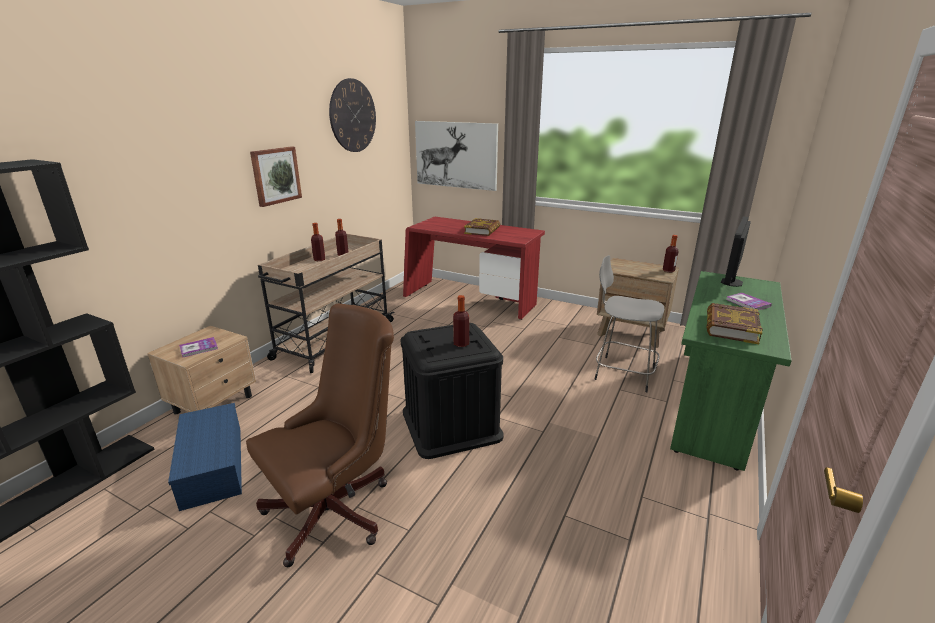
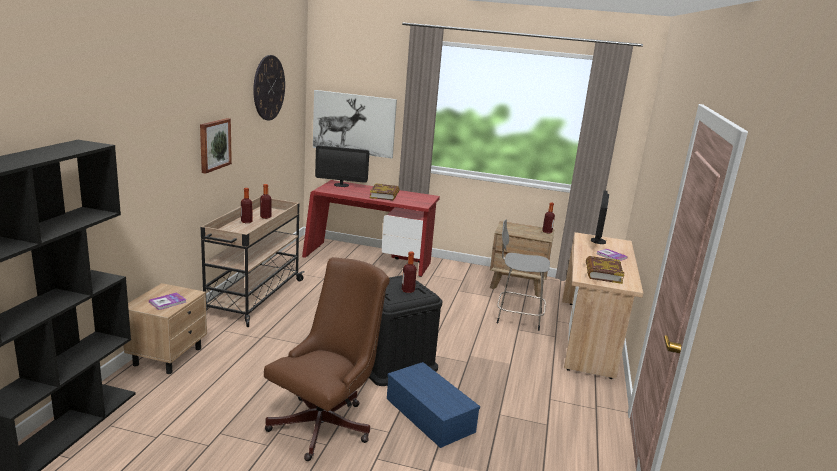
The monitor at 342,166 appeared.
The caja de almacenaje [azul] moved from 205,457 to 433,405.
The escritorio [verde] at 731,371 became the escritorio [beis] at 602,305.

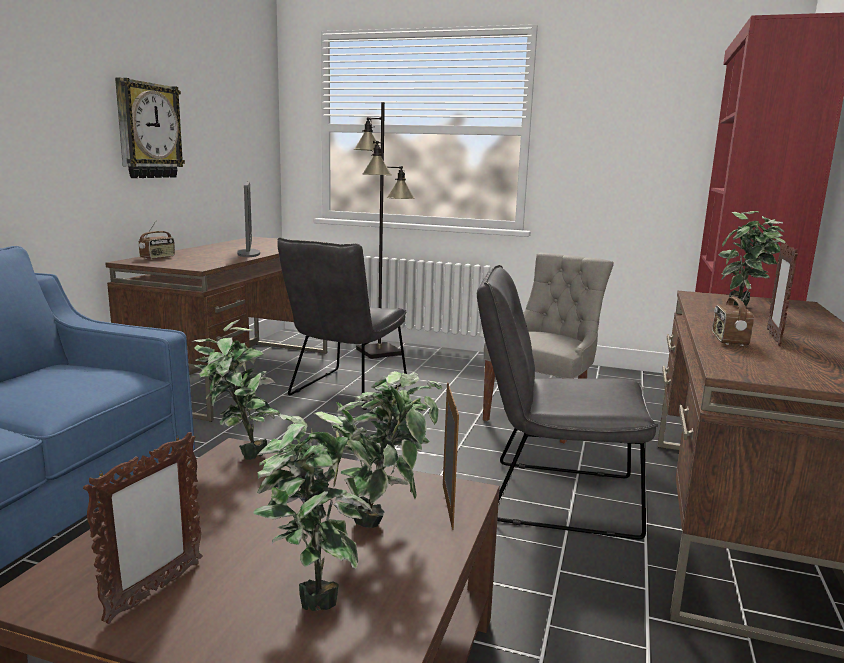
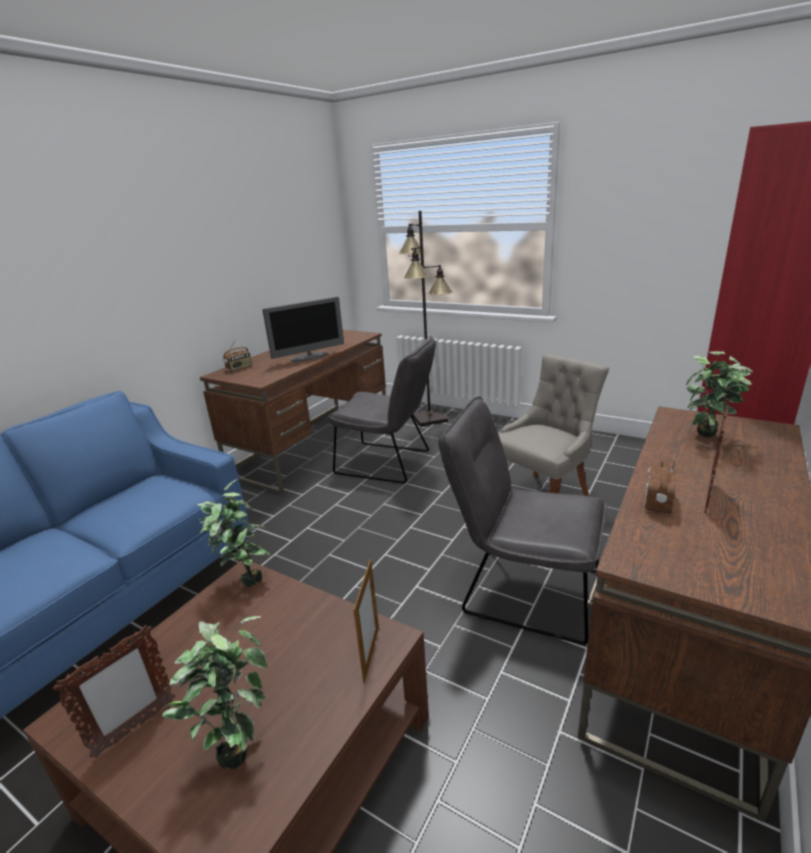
The reloj de pared at 150,127 disappeared.
The planta en maceta at 389,449 disappeared.
The monitor at 248,219 turned 60 degrees clockwise.
The silla [gris] at 342,323 turned 105 degrees counterclockwise.

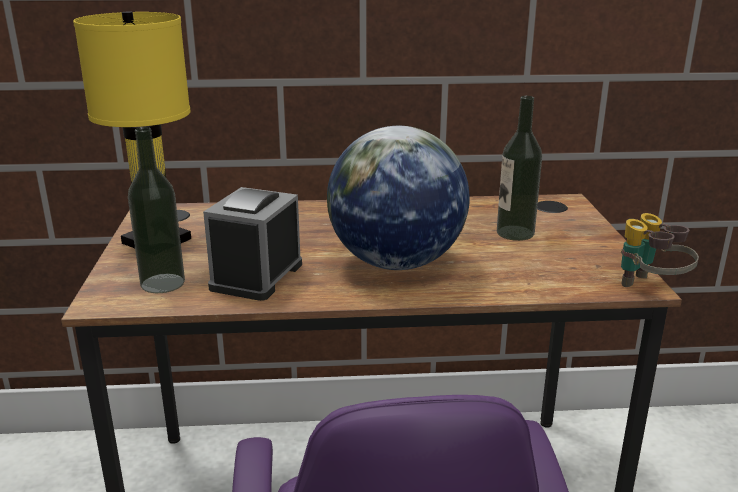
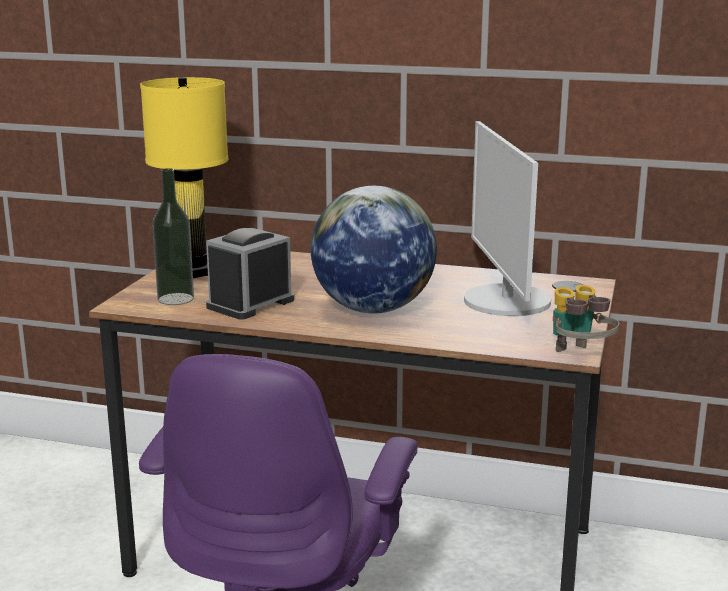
The botella at 519,168 was replaced by the monitor at 507,218.

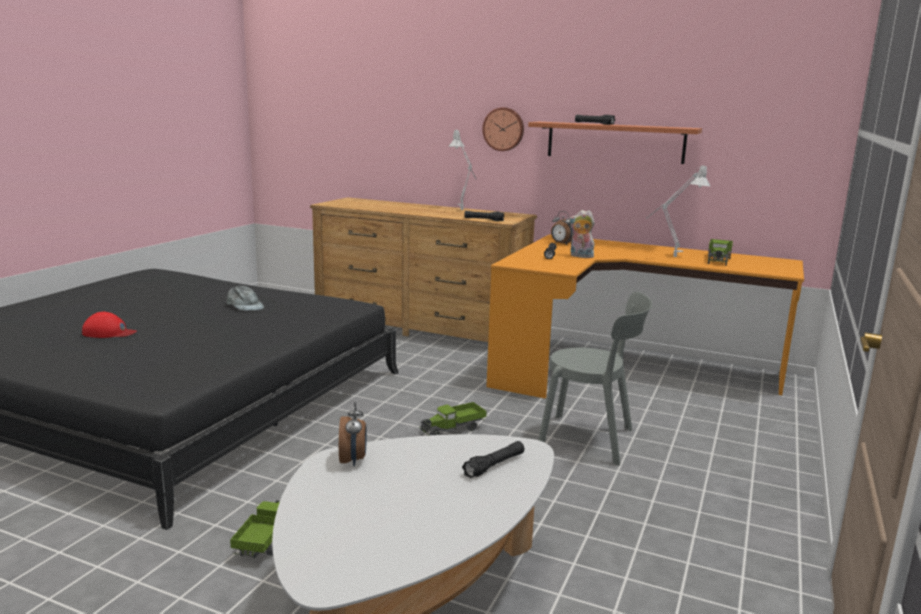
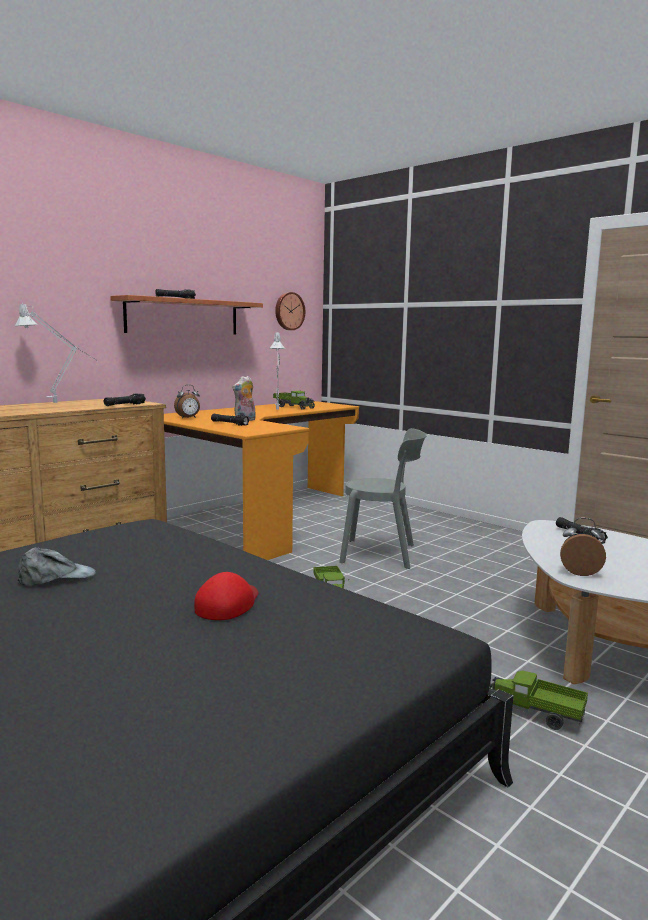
The gorra [rojo] moved from 109,325 to 226,596.
The reloj de pared moved from 503,129 to 290,311.
The silla [gris] at 595,379 turned 60 degrees clockwise.

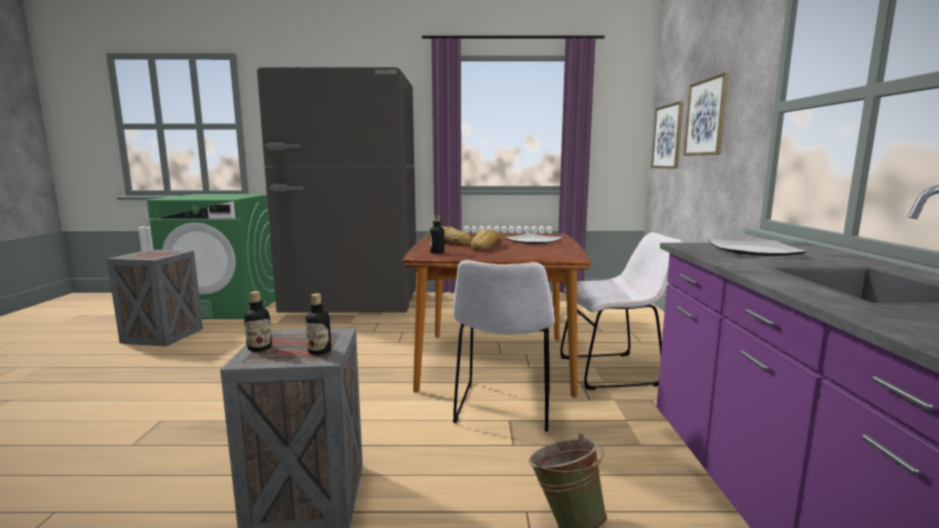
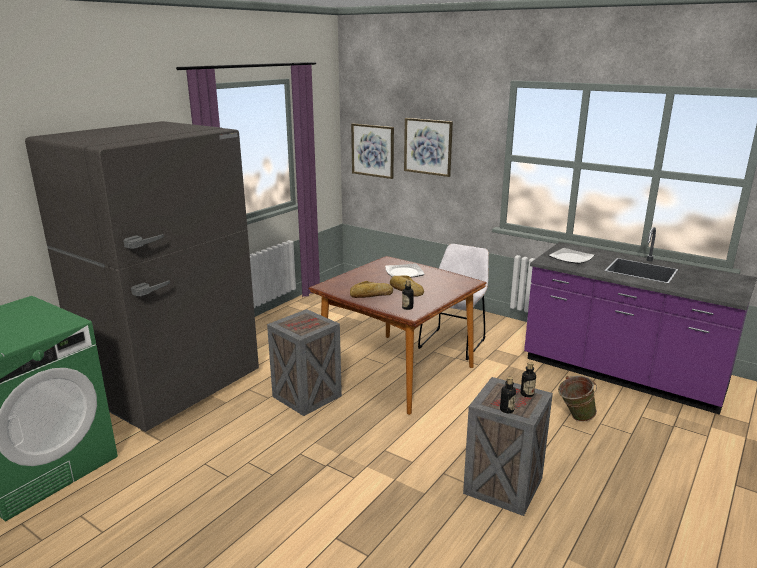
The silla [blanco] at 504,346 disappeared.
The caja de embalaje moved from 155,298 to 304,362.

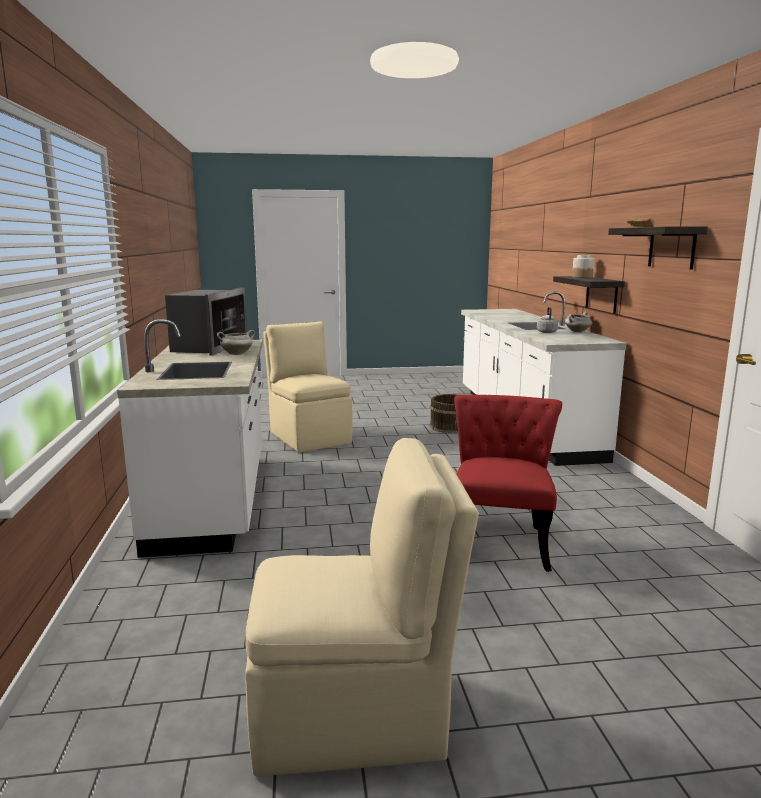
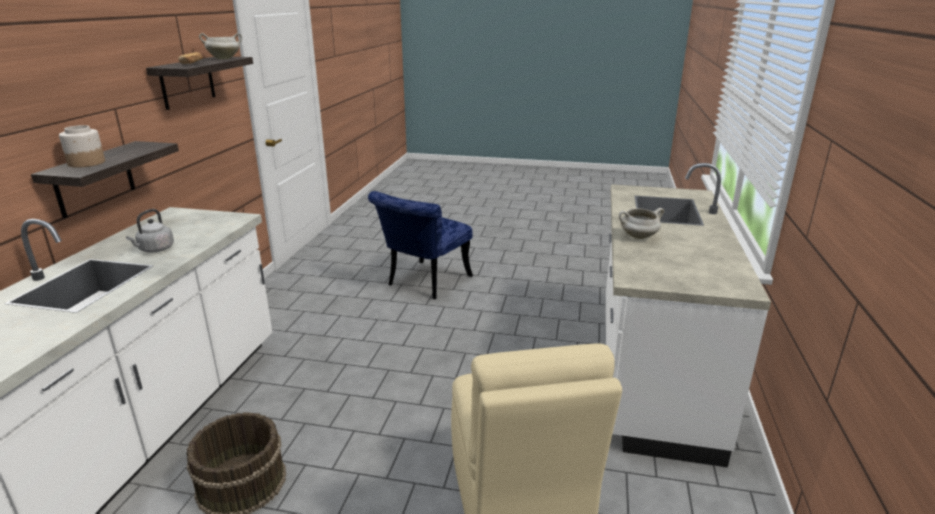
The microondas at 206,321 disappeared.
The silla [beis] at 362,607 disappeared.
The olla [blanco] moved from 578,322 to 220,46.
The silla [rojo] at 508,483 became the silla [azul] at 420,245.

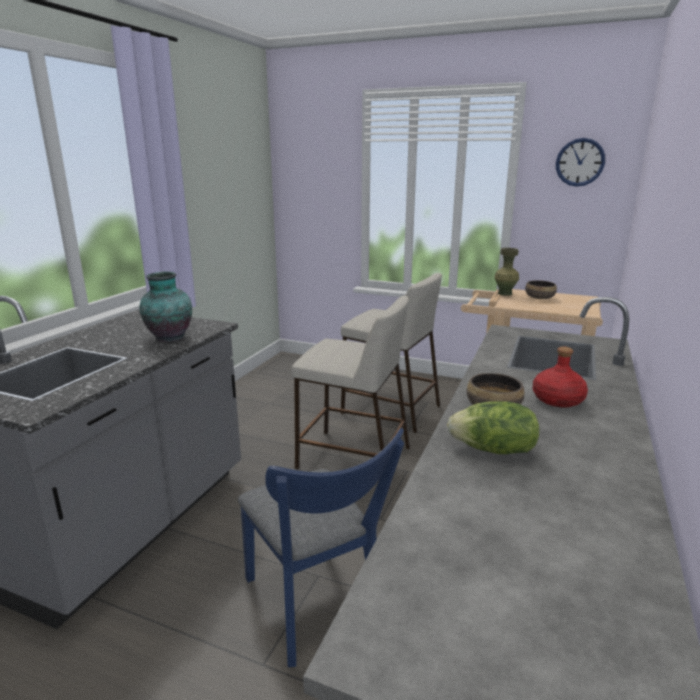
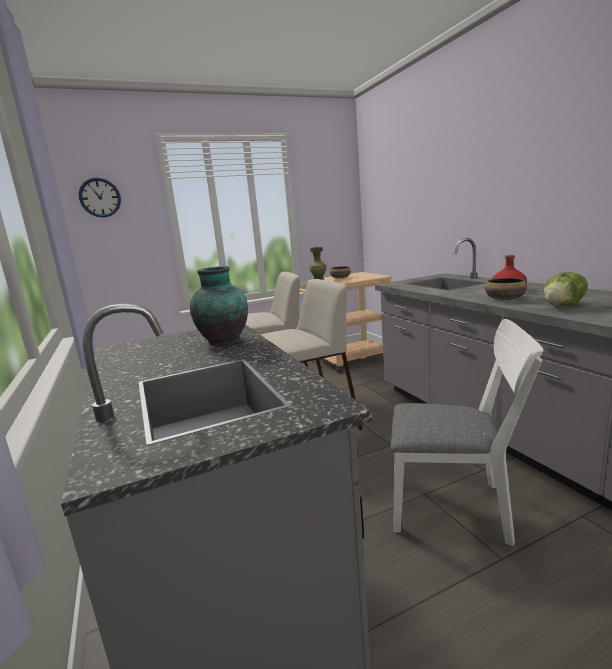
The reloj de pared moved from 580,162 to 100,198.
The silla [azul] at 321,547 became the silla [blanco] at 467,432.

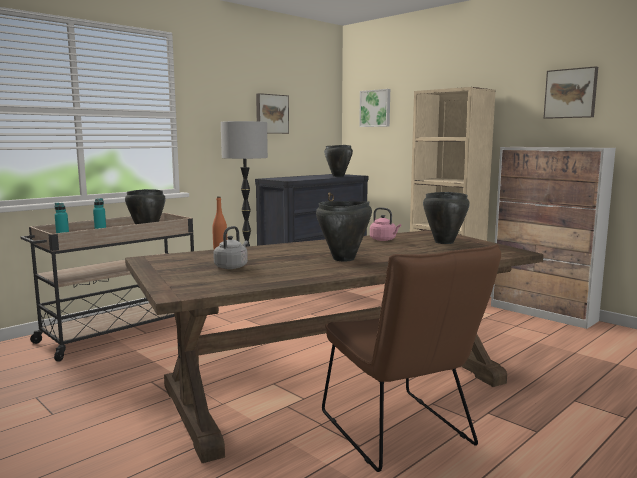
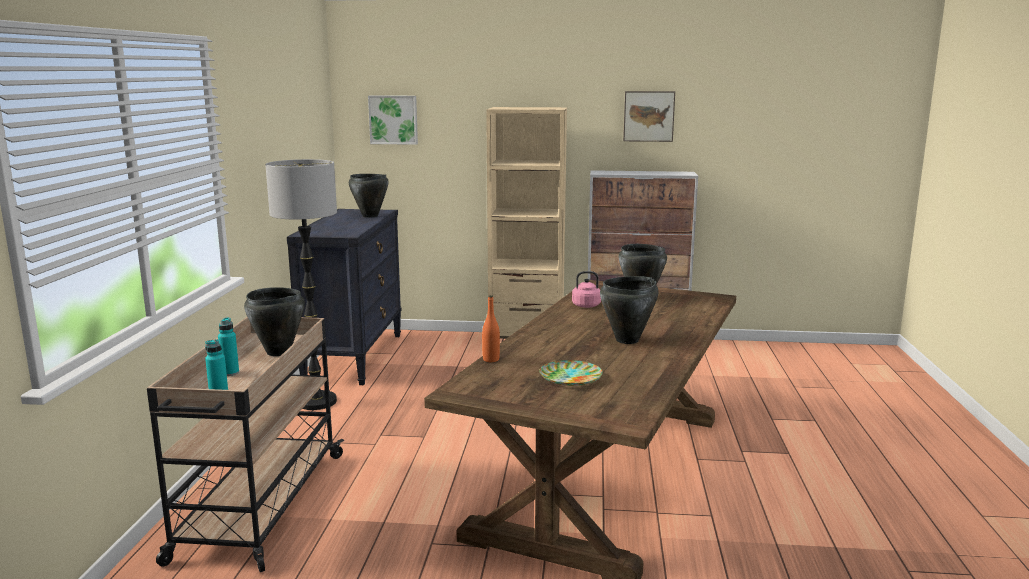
The cuadro at 272,113 disappeared.
The silla [marrón] at 411,358 disappeared.
The hervidor [gris] at 230,247 was replaced by the plato at 571,373.

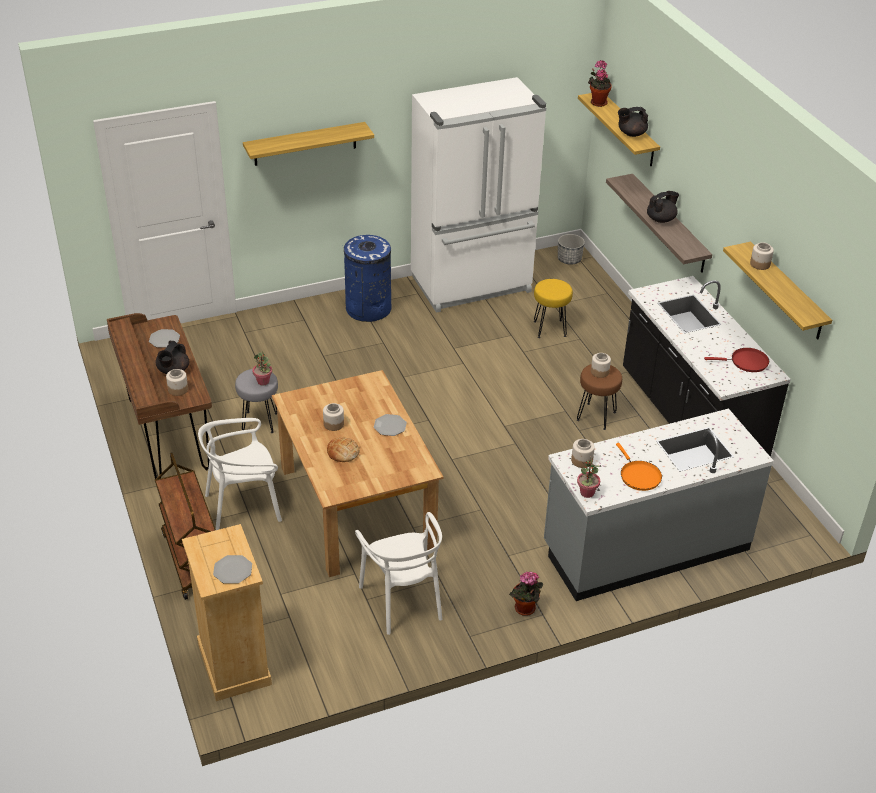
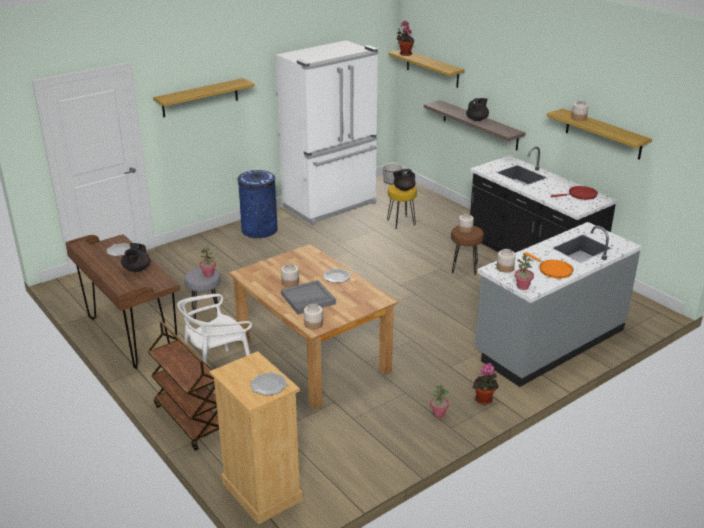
The silla [blanco] at 398,573 disappeared.
The planta en maceta at 440,401 appeared.
The tarro moved from 177,382 to 313,317.
The tetera [negro] moved from 633,122 to 404,180.
The pan at 343,449 was replaced by the bandeja [gris] at 308,297.

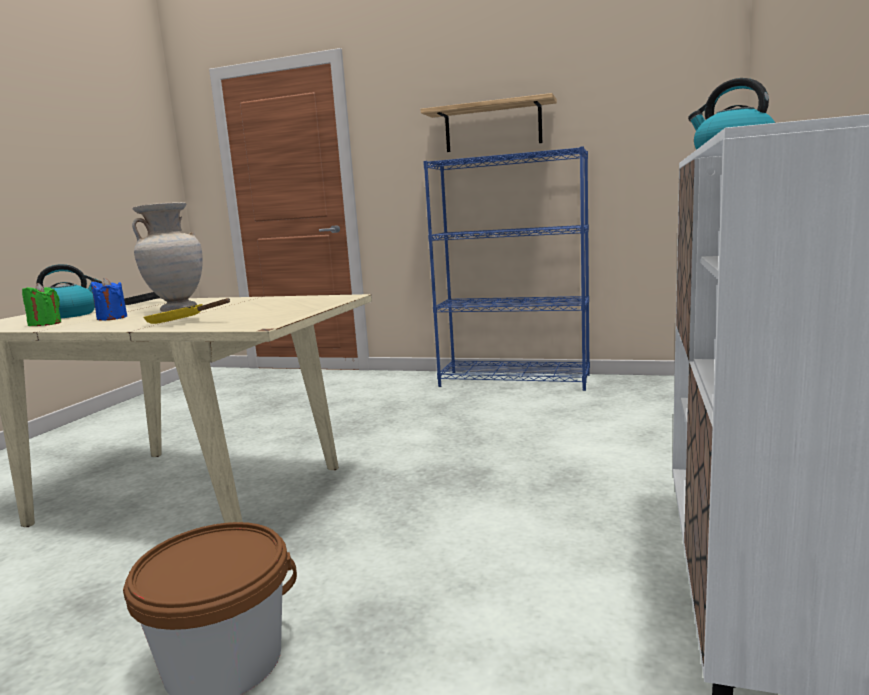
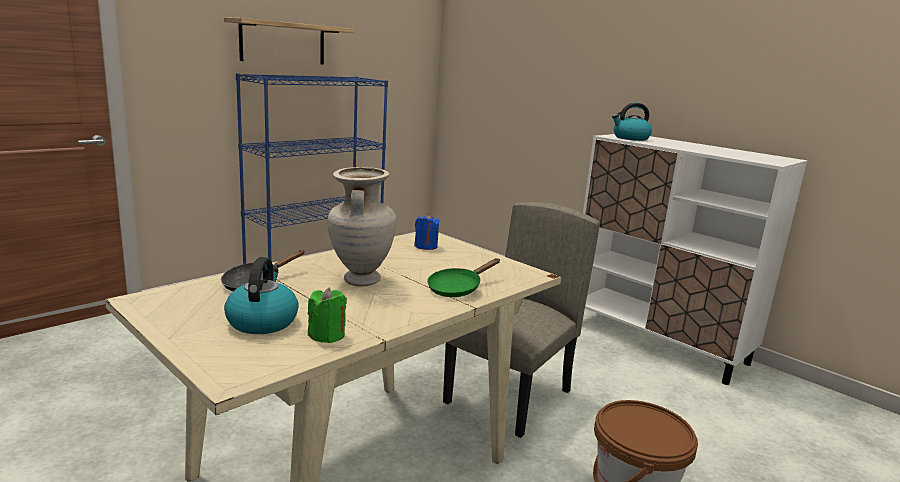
The silla [beis] at 521,320 appeared.
The vela [azul] moved from 109,299 to 427,231.
The sartén [amarillo] at 186,311 became the sartén [verde] at 463,277.

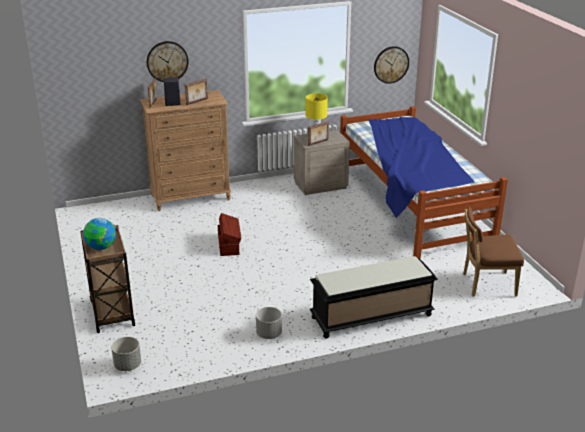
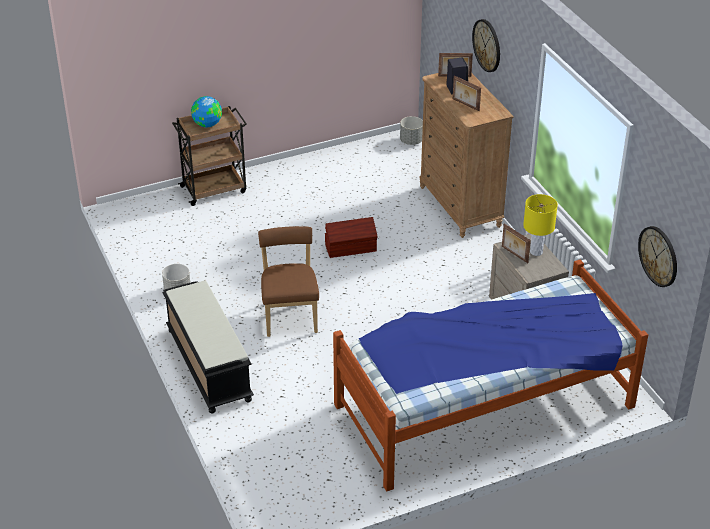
The maceta [gris] moved from 126,354 to 411,130.
The silla [marrón] moved from 493,252 to 288,281.

